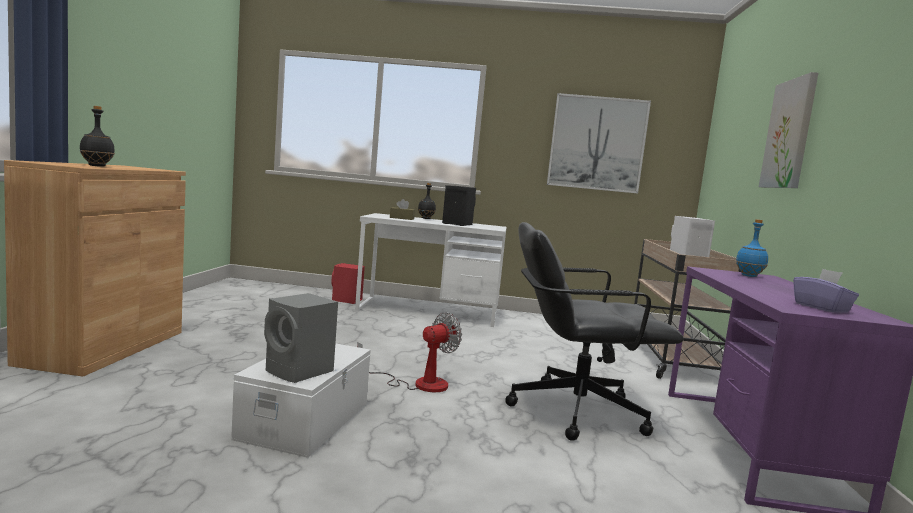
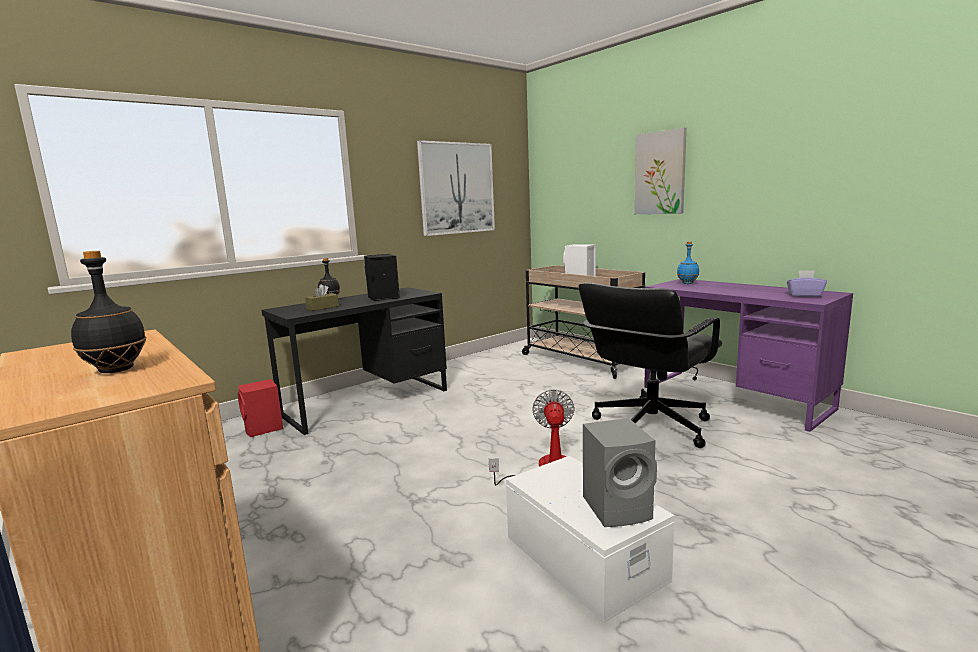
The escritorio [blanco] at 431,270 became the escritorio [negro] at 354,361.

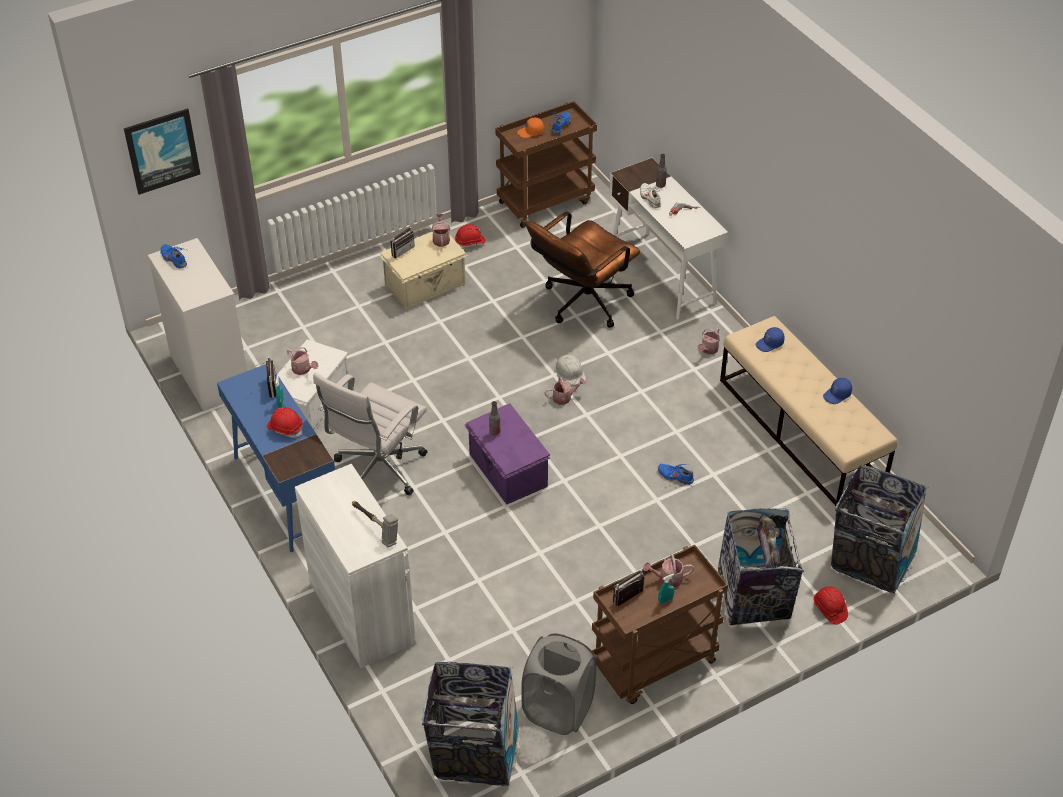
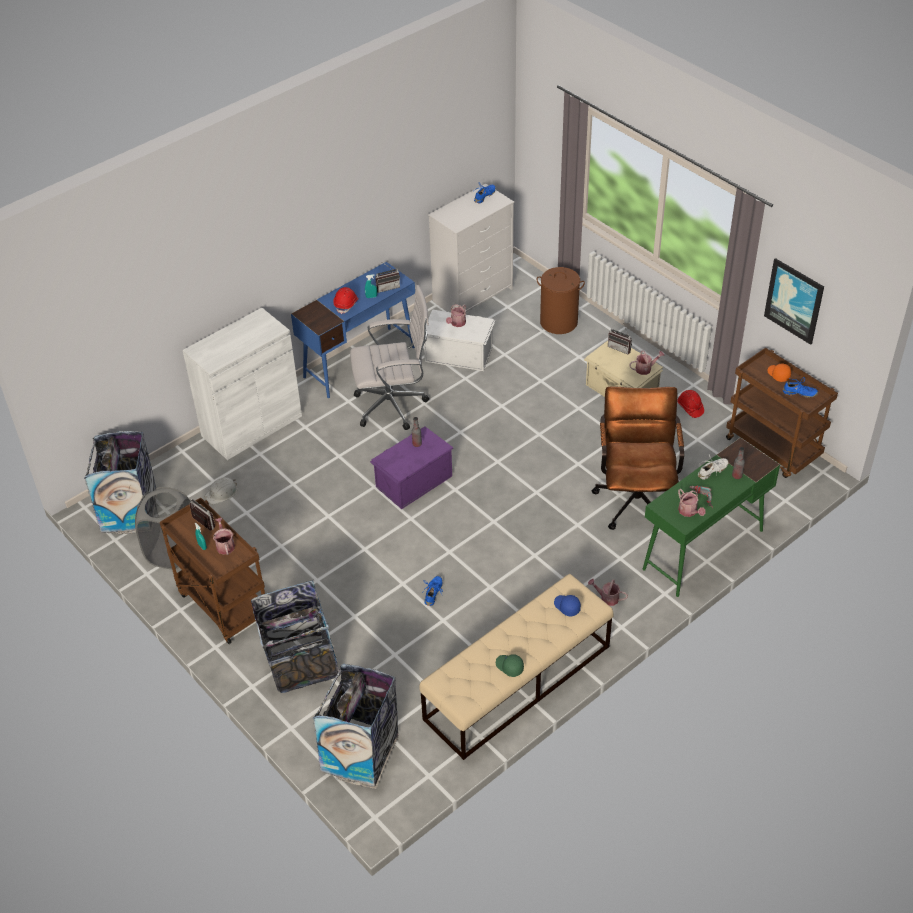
The martillo at 375,524 disappeared.
The casco [rojo] at 831,605 disappeared.
The cesto de la ropa [marrón] at 561,300 appeared.
The cuadro moved from 162,151 to 794,301.
The regadera moved from 565,391 to 692,503.
The casco [blanco] moved from 570,369 to 221,491.
The escritorio [blanco] at 668,239 became the escritorio [verde] at 711,517.
The gorra [azul] at 837,391 became the gorra [verde] at 510,665.
The silla de oficina [blanco] at 370,434 turned 150 degrees clockwise.
The silla de oficina [marrón] at 583,269 turned 60 degrees clockwise.

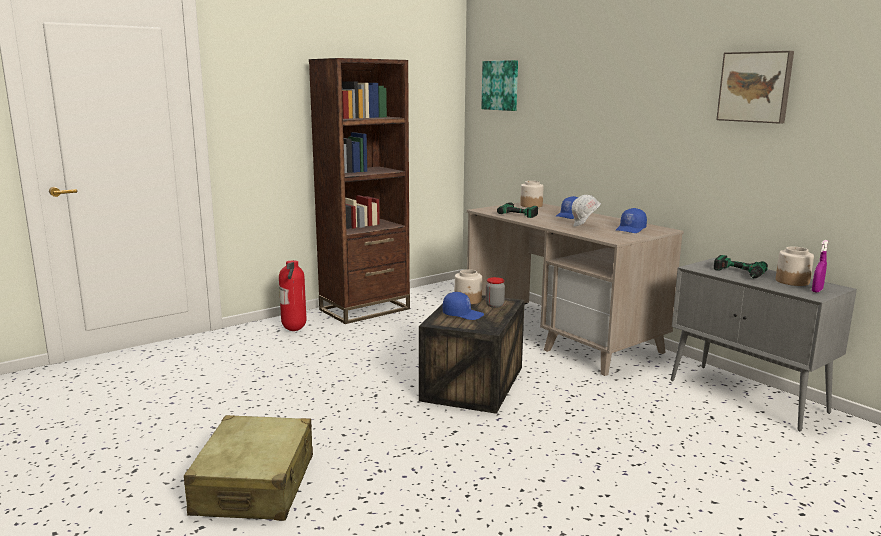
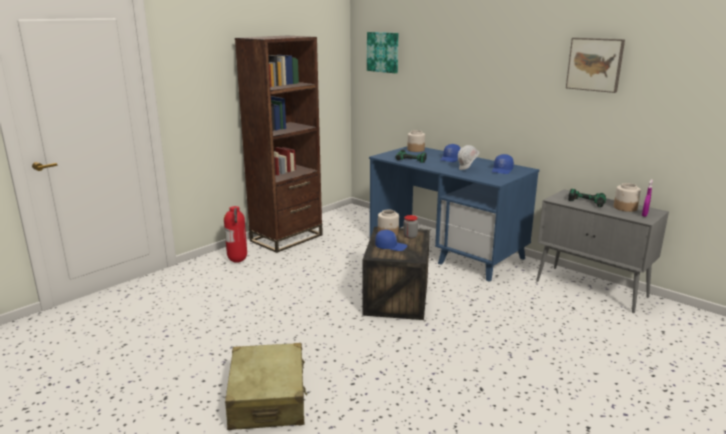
The escritorio [beis] at 575,289 became the escritorio [azul] at 454,214.

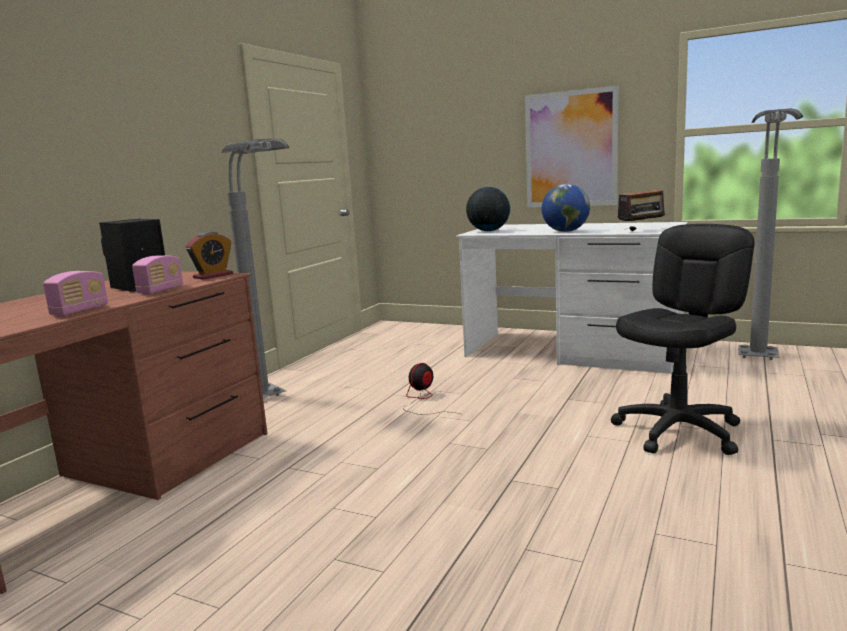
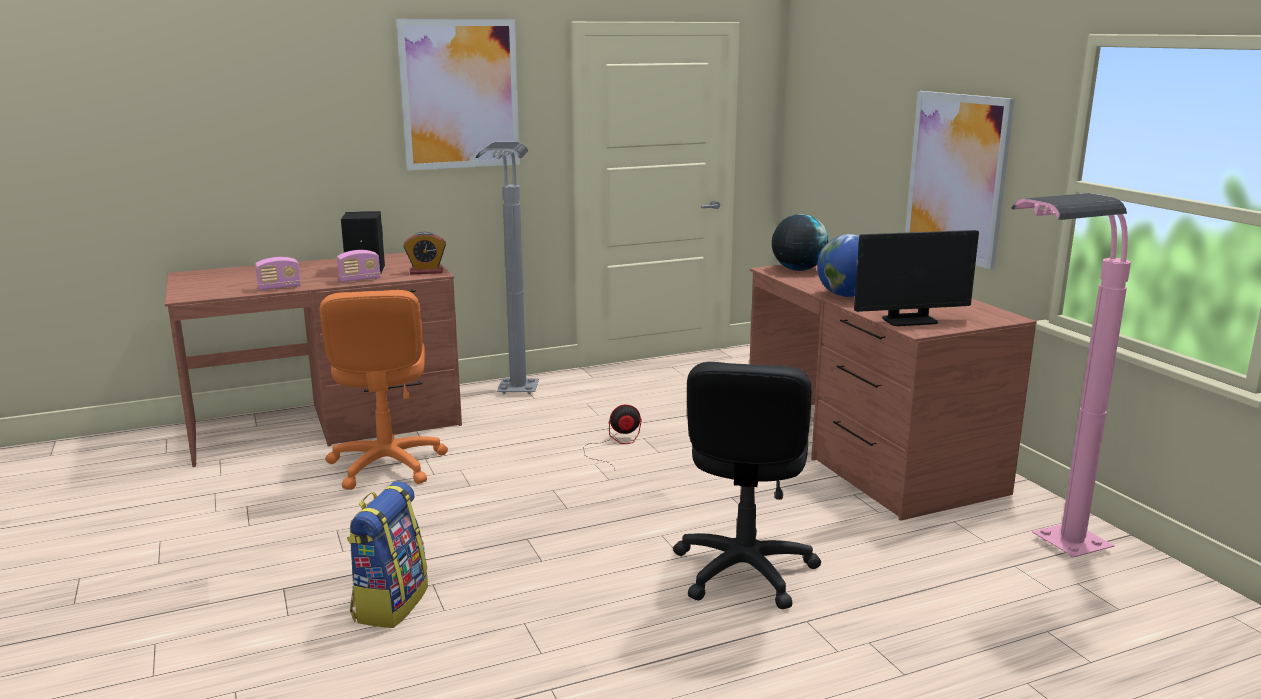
The silla de oficina [naranja] at 384,390 appeared.
The mochila at 387,554 appeared.
The cuadro at 458,94 appeared.
The radio at 643,206 was replaced by the monitor at 916,278.
The escritorio [blanco] at 572,298 became the escritorio [marrón] at 893,393.
The lámpara de pie [gris] at 771,234 became the lámpara de pie [rosa] at 1071,375.
The silla de oficina [negro] at 682,339 turned 105 degrees clockwise.

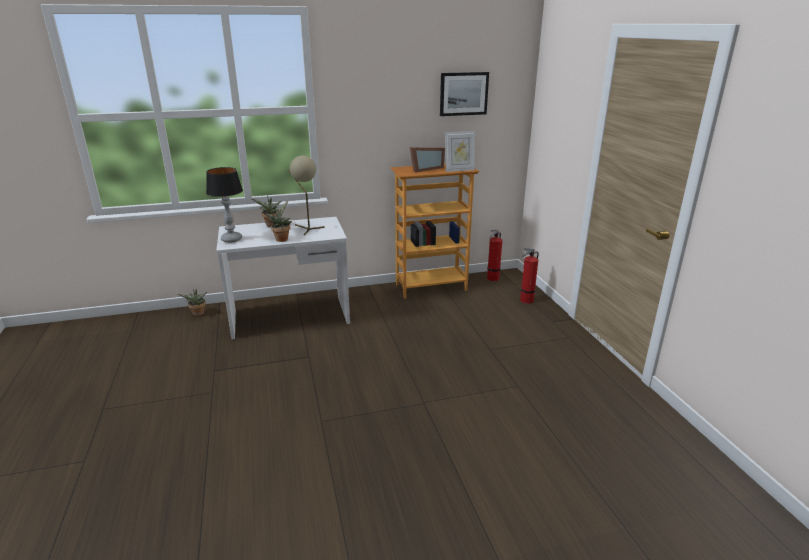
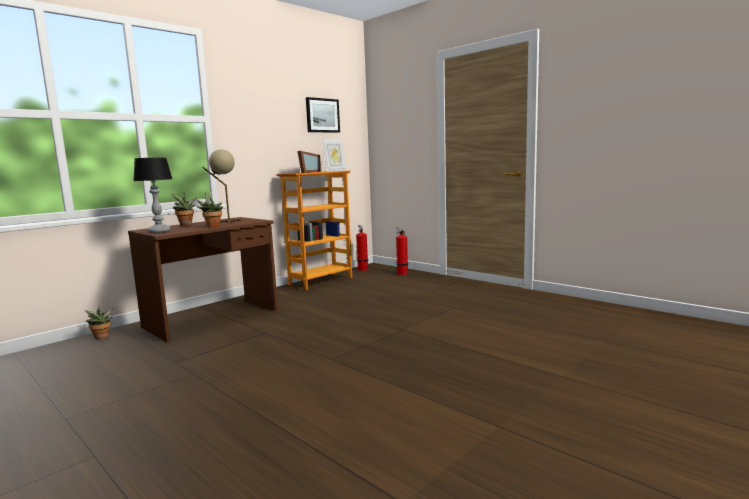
The escritorio [blanco] at 283,278 became the escritorio [marrón] at 203,279.

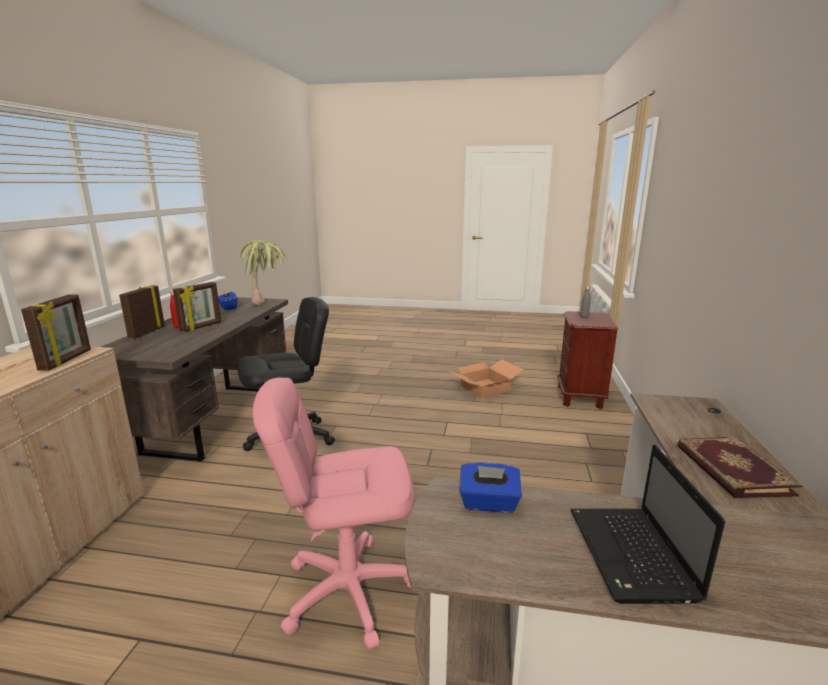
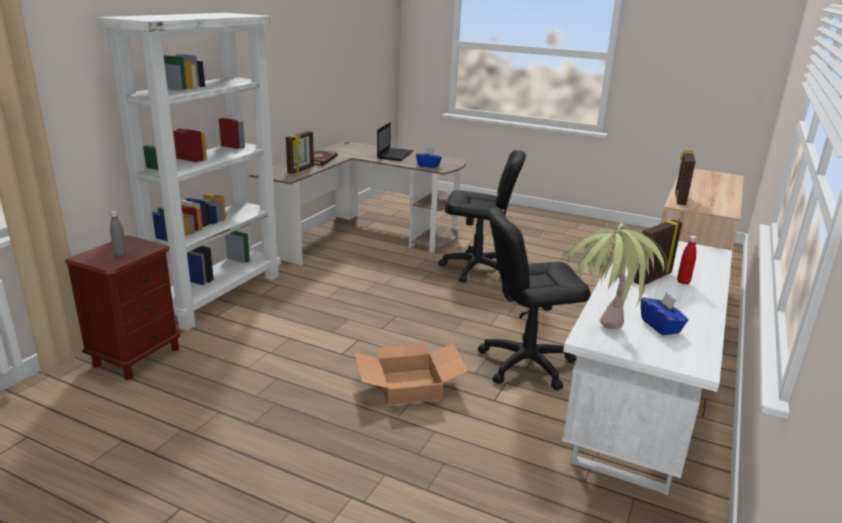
The estantería [blanco] at 189,172 appeared.
The portarretratos moved from 142,312 to 300,152.
The caja de cartón moved from 486,378 to 411,374.
The escritorio [marrón] at 194,379 became the escritorio [blanco] at 647,368.
The silla de oficina [rosa] at 333,514 became the silla de oficina [negro] at 482,216.

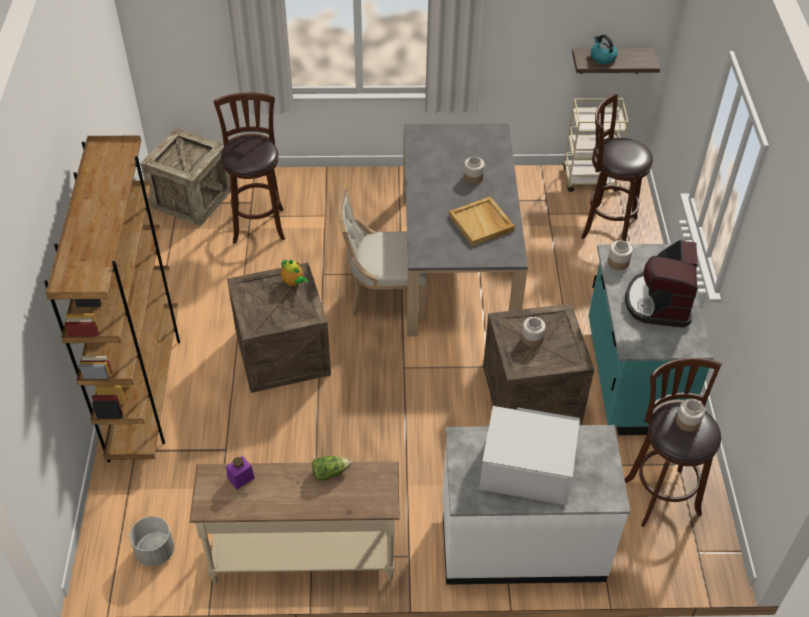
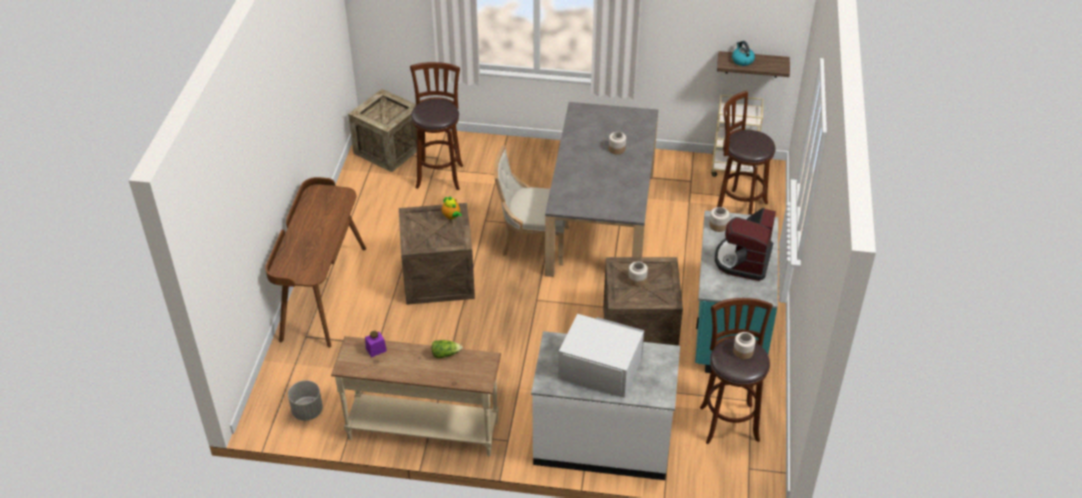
The bandeja [beis] at 482,221 disappeared.
The estantería [marrón] at 112,299 was replaced by the escritorio [marrón] at 315,262.

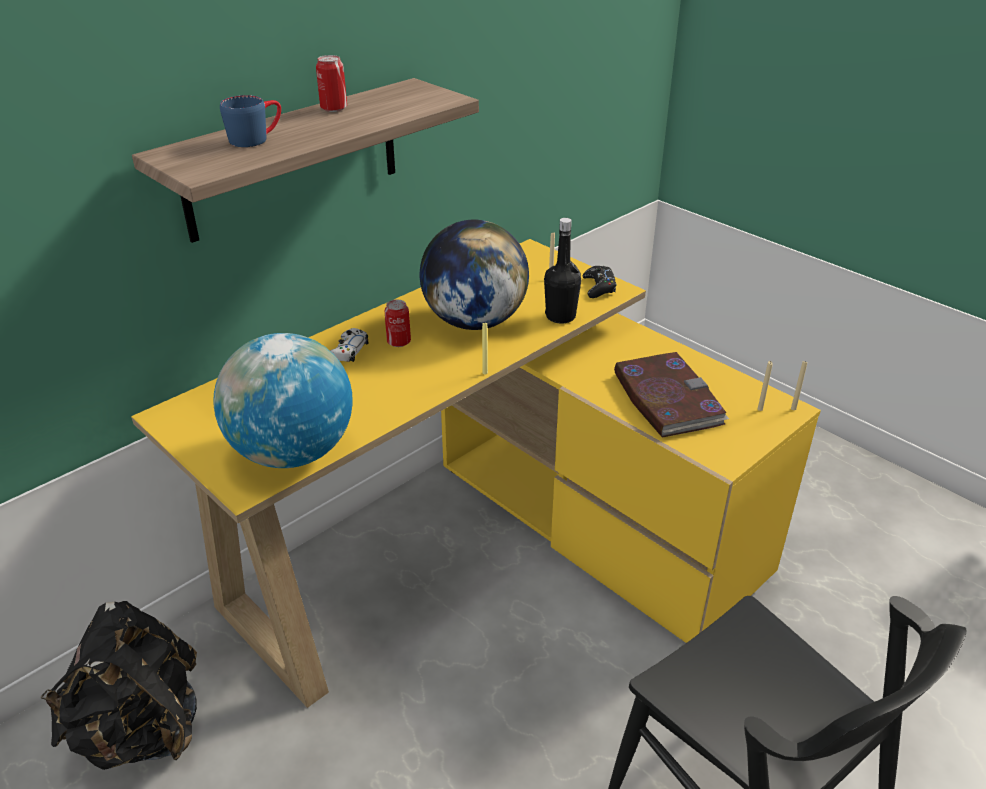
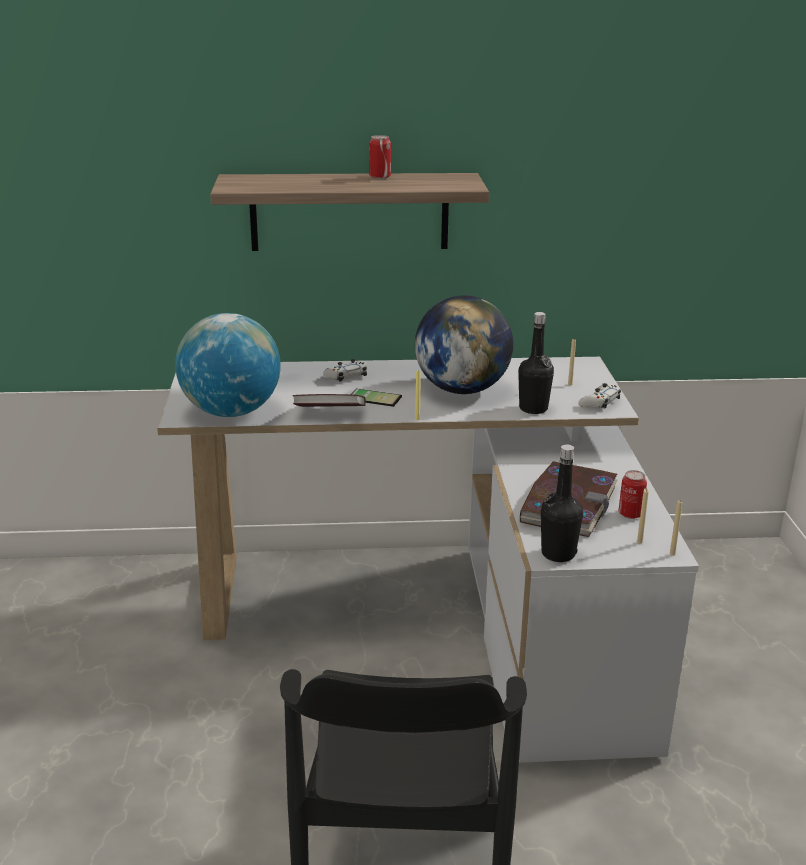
The mochila [negro] at 119,685 disappeared.
The taza grande [azul] at 250,121 disappeared.
The libro at 329,400 appeared.
The móvil at 377,398 appeared.
The botella [negro] at 562,503 appeared.
The lata moved from 398,323 to 632,494.
The escritorio [amarillo] at 476,473 became the escritorio [blanco] at 428,560.
The mando de consola [negro] at 599,282 became the mando de consola [blanco] at 599,395.

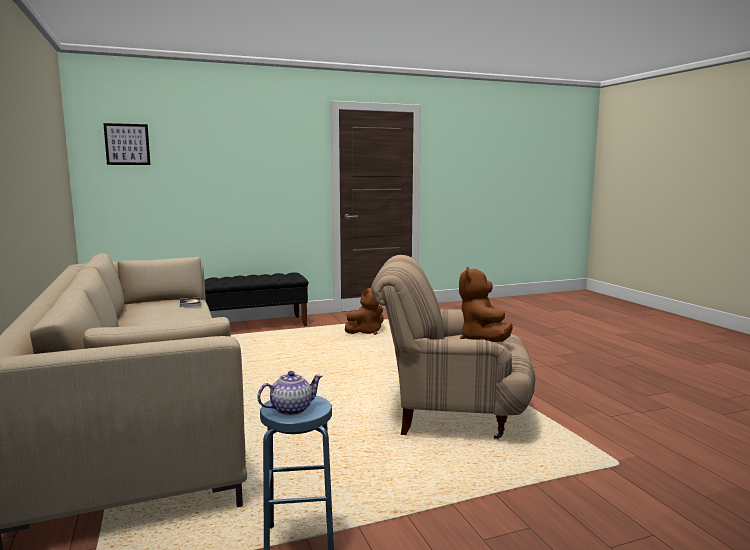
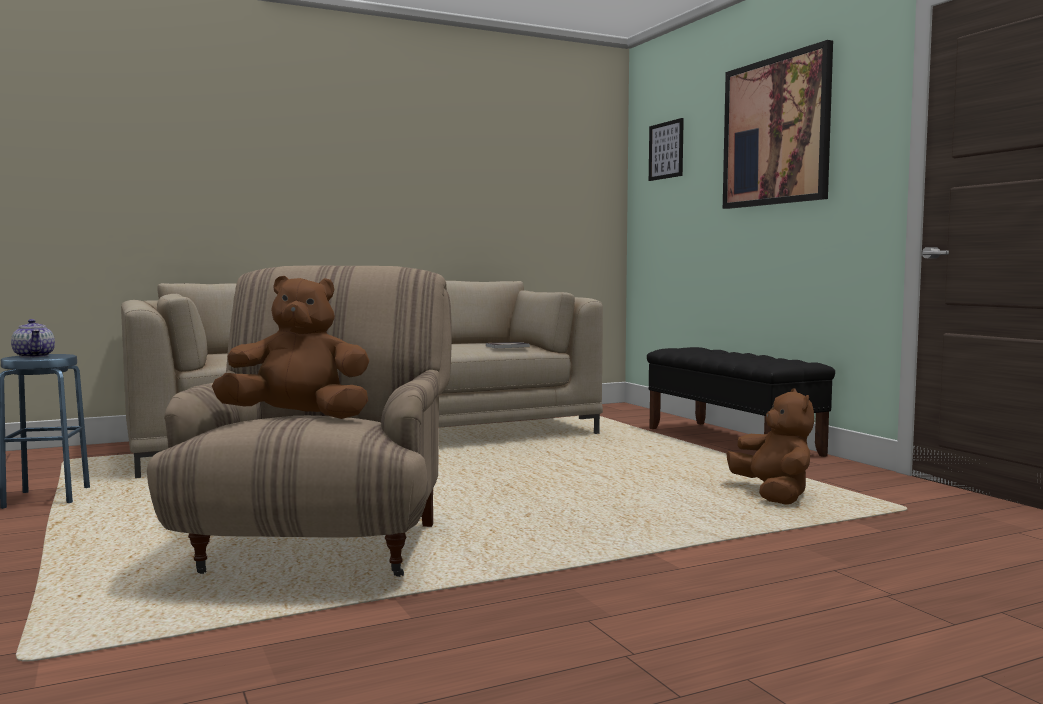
The cuadro at 778,124 appeared.
The peluche [marrón] at 364,311 turned 150 degrees counterclockwise.

